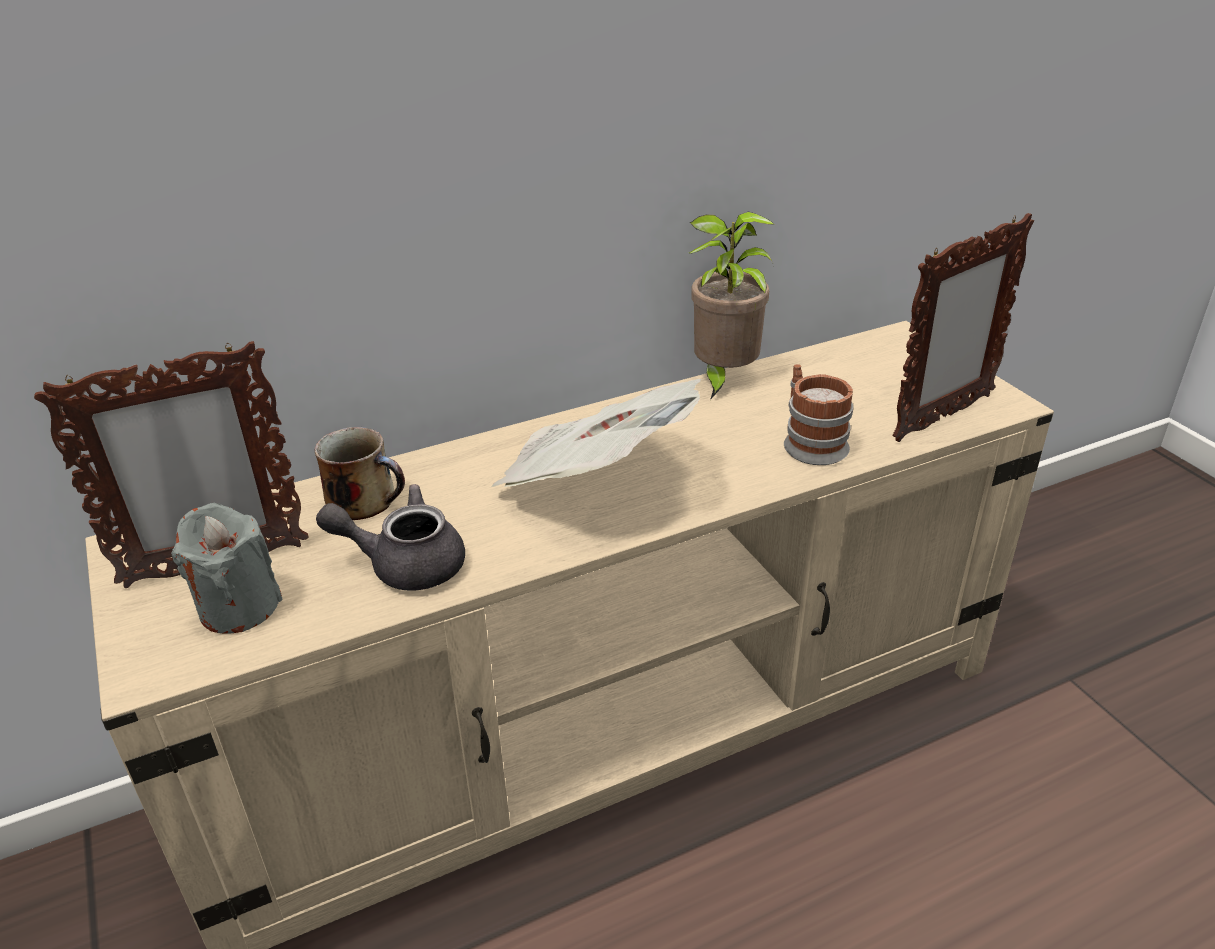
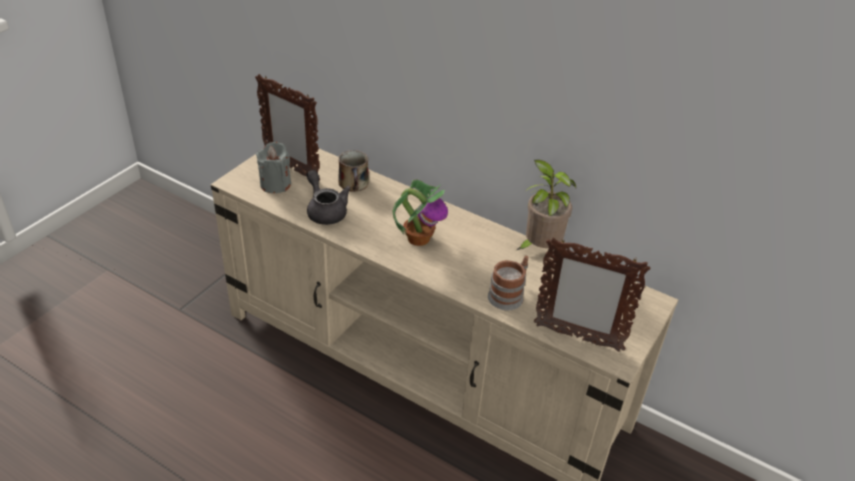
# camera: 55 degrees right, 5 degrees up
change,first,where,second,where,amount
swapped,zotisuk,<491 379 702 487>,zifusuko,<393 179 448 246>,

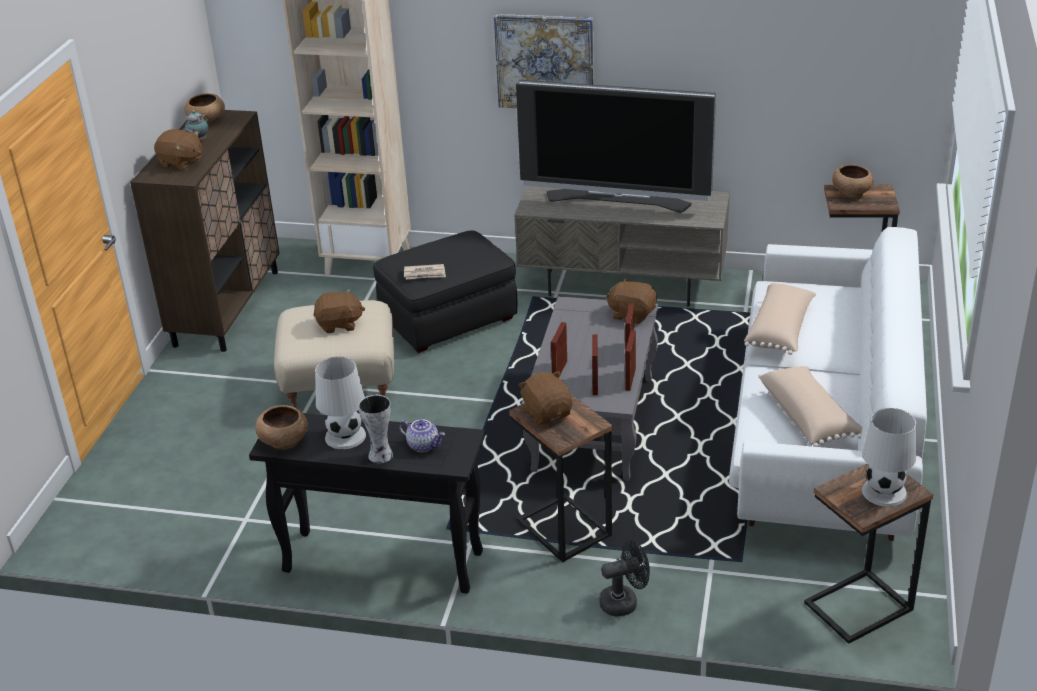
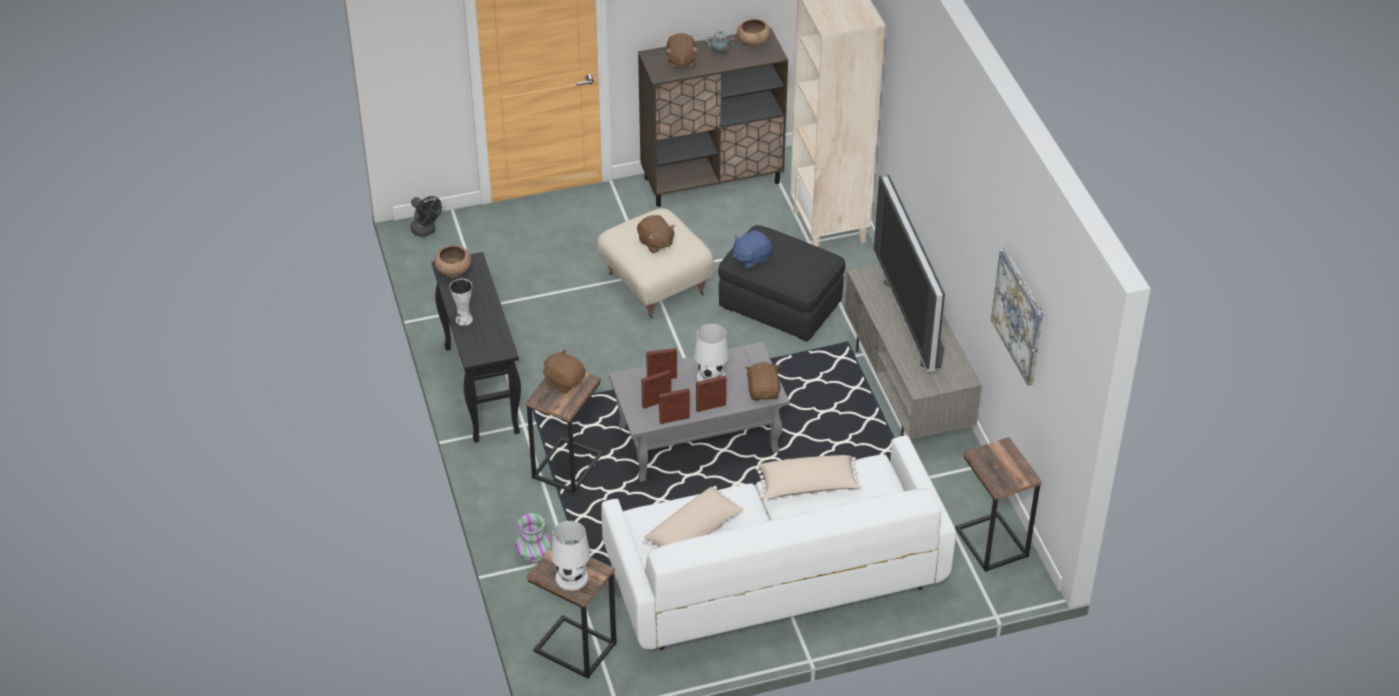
# camera: 60 degrees right, 10 degrees up
change,first,where,second,where,amount
shifted,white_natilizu,<315 357 366 449>,,<694 324 729 382>,
gone,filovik,<399 419 445 452>,,,
swapped,zotisuk,<404 264 446 280>,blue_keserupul,<733 230 772 269>,
shifted,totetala,<494 14 594 108>,,<991 248 1044 386>,
rotated,brown_keserupul,<518 371 572 425>,,<543 349 586 393>,90 degrees counterclockwise
shifted,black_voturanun,<599 540 650 617>,,<410 196 442 237>,
gone,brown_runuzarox,<832 164 873 198>,,,
new,,,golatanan,<515 513 551 562>,

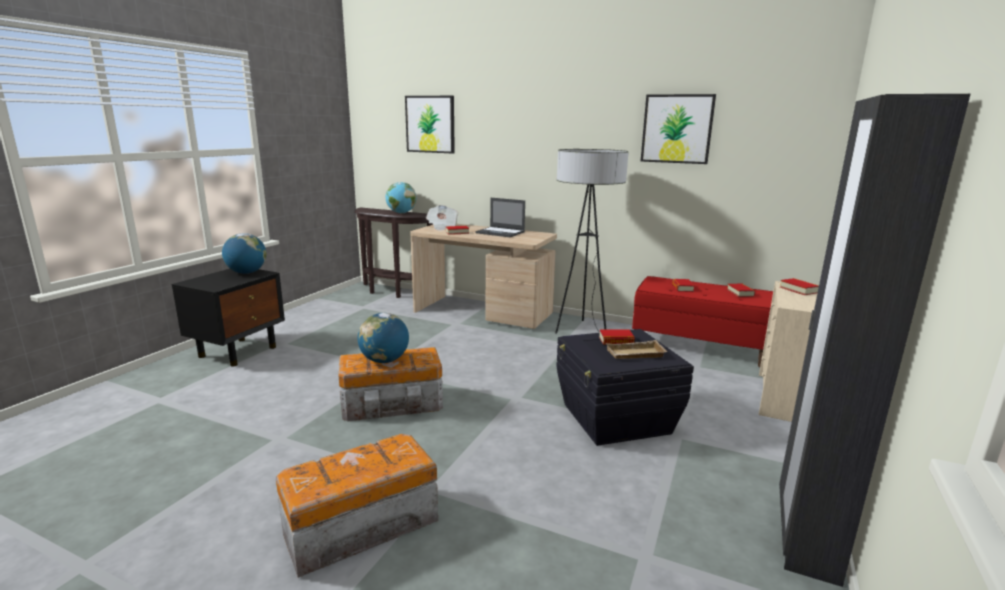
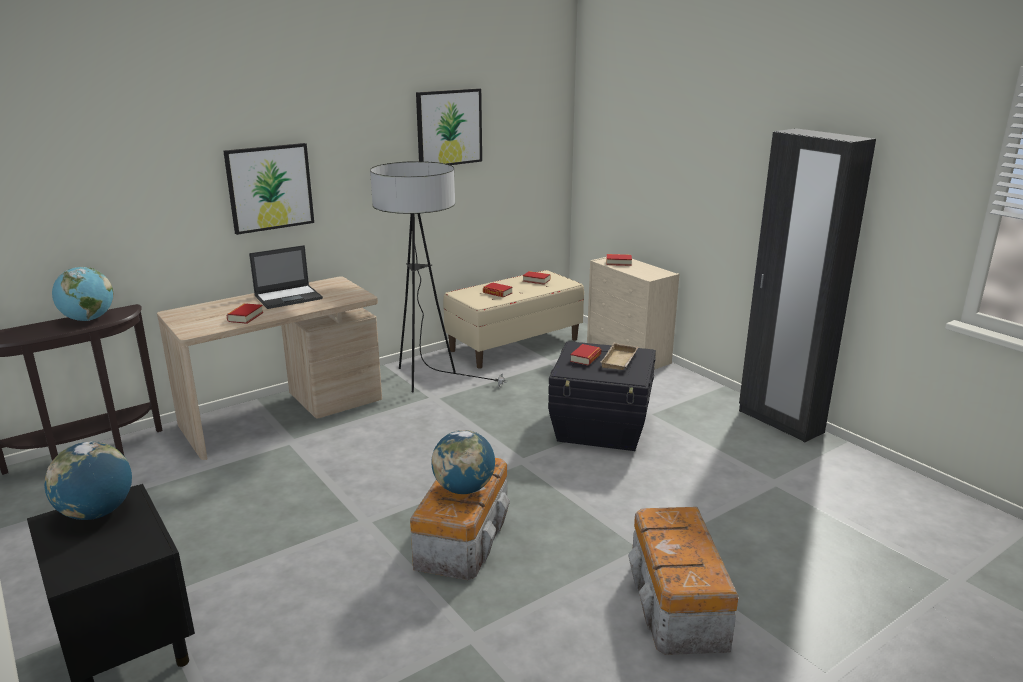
# camera: 60 degrees left, 5 degrees up
change,first,where,second,where,amount
shifted,totetala,<405 96 455 153>,,<223 143 314 235>,
gone,zotisuk,<426 205 459 230>,,,
repainted,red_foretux,<632 276 773 367>,beige_foretux,<443 270 584 369>,

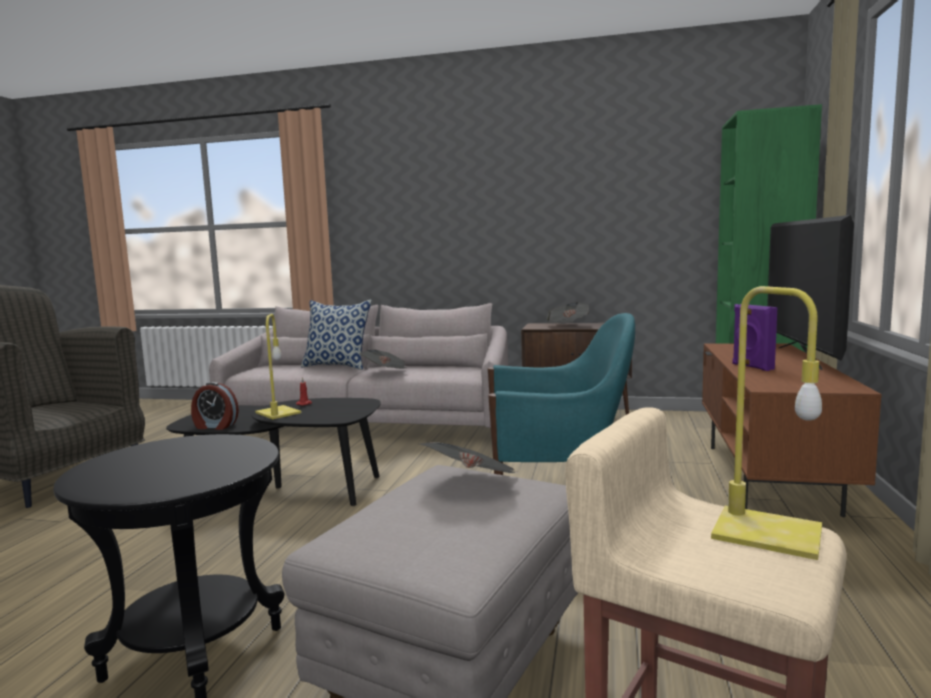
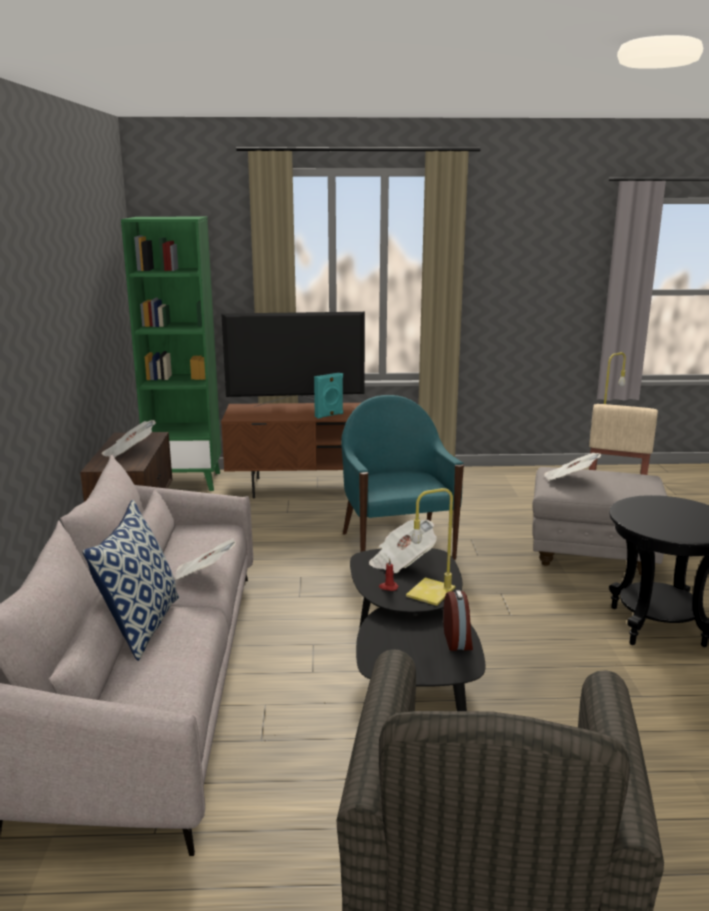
# camera: 105 degrees left, 10 degrees up
change,first,where,second,where,amount
repainted,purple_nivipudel,<733 304 777 371>,turquoise_nivipudel,<314 373 343 419>,
new,,,zotisuk,<369 520 437 573>,

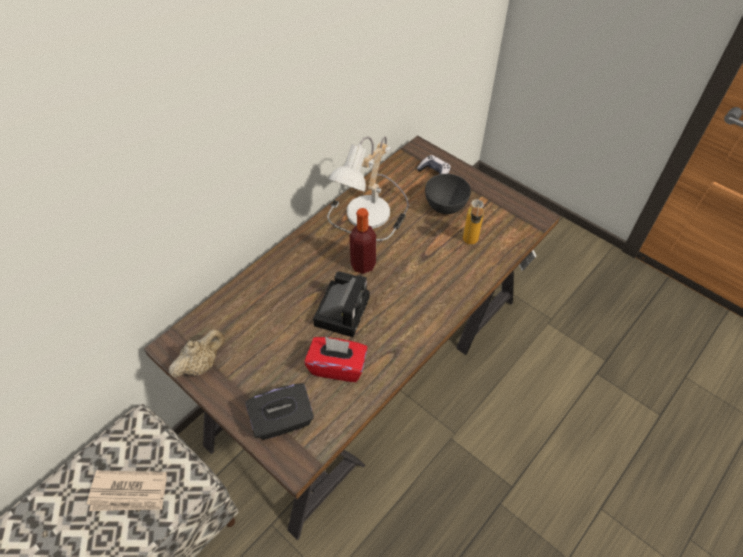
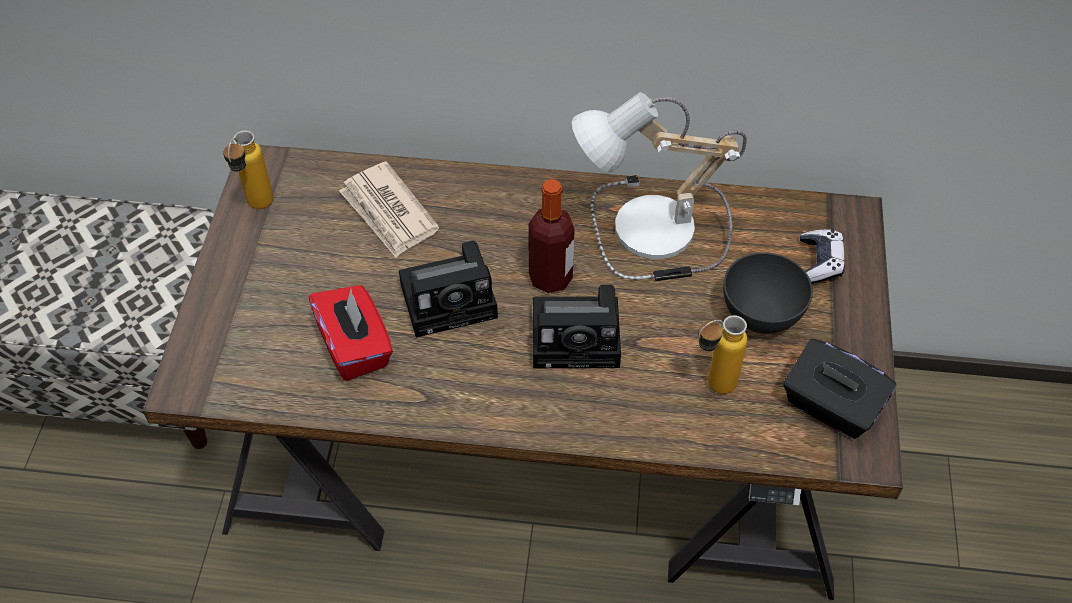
# camera: 55 degrees right, 0 degrees up
change,first,where,second,where,amount
shifted,zotisuk,<87 470 167 511>,,<339 161 439 258>,
swapped,beige_filovik,<169 329 225 378>,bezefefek,<223 131 273 209>,
shifted,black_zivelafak,<245 383 314 440>,,<783 339 896 439>,
new,,,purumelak,<533 285 621 368>,

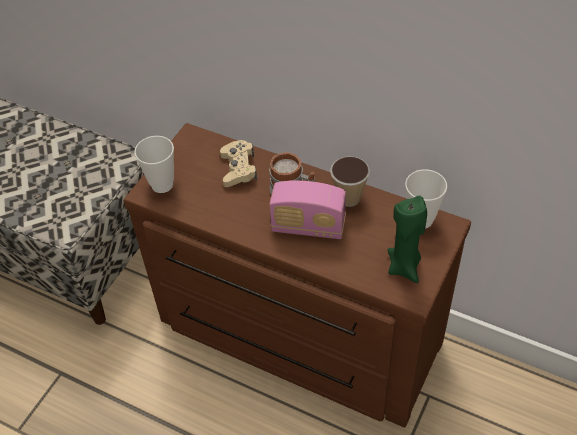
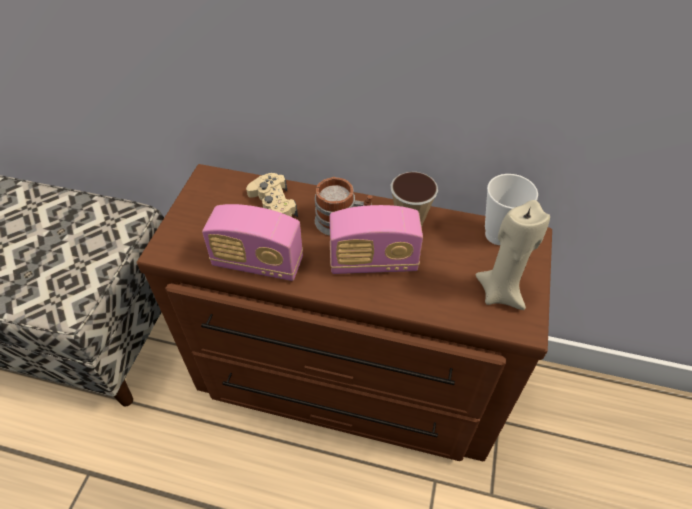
# camera: 15 degrees left, 0 degrees up
change,first,where,second,where,amount
gone,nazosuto,<134 136 174 193>,,,
repainted,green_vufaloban,<388 196 427 283>,beige_vufaloban,<476 200 550 310>,
new,,,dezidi,<202 204 303 281>,

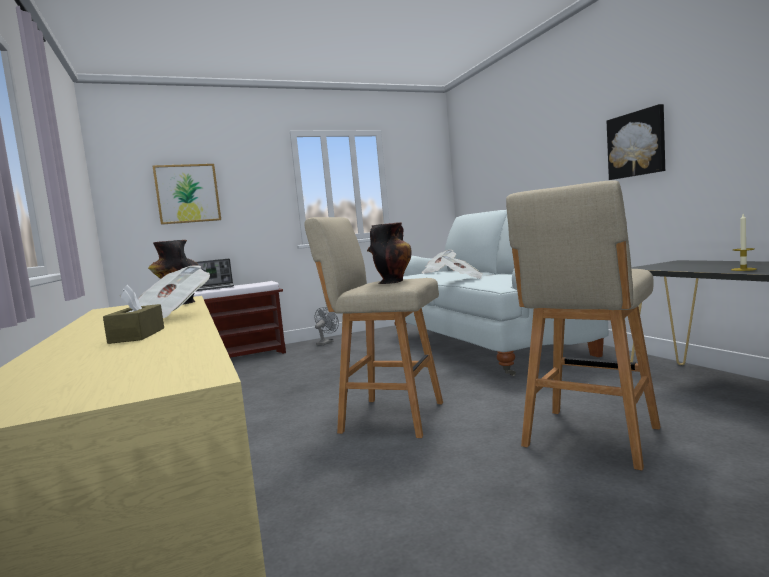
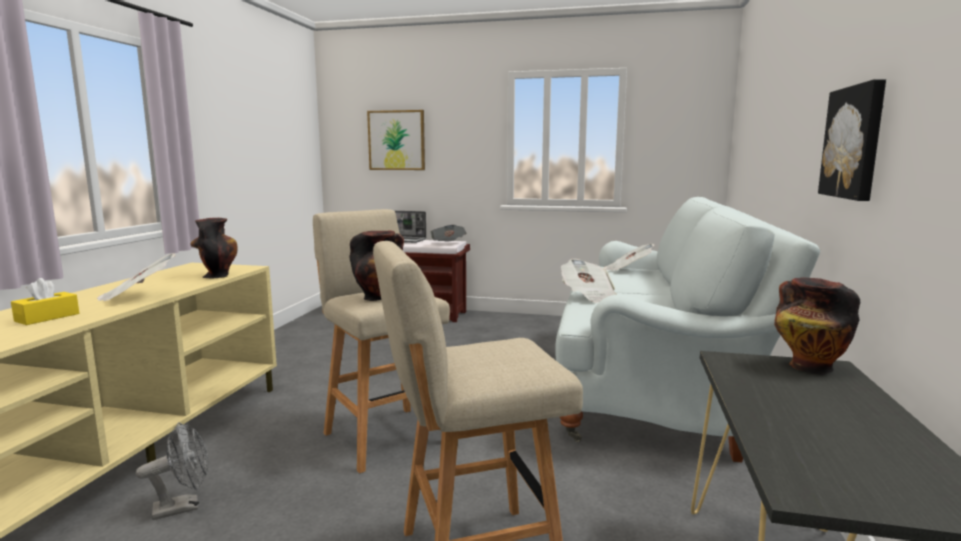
# camera: 35 degrees right, 5 degrees up
change,first,where,second,where,amount
repainted,brown_zivelafak,<103 285 164 344>,yellow_zivelafak,<11 278 79 325>,
shifted,grey_voturanun,<315 307 339 345>,,<136 422 208 520>,
gone,vufaloban,<731 214 757 271>,,,
new,,,zotisuk,<430 225 466 242>,
new,,,golatanan,<774 277 860 375>,

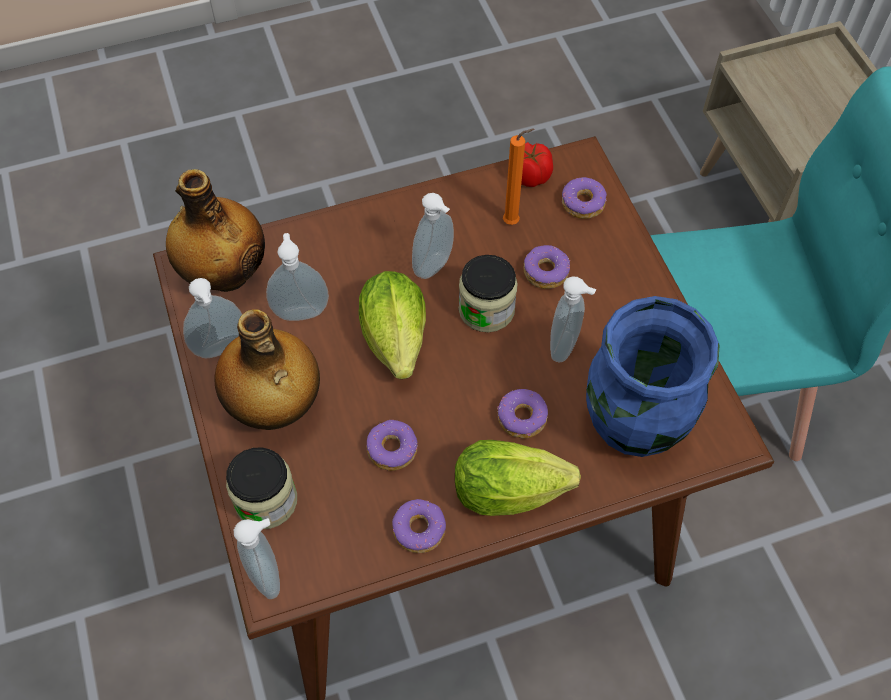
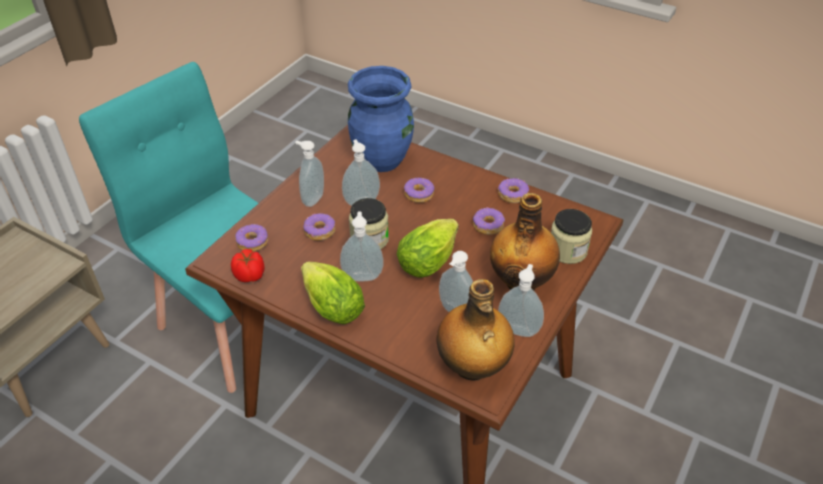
# camera: 130 degrees left, 15 degrees down
change,first,where,second,where,amount
shifted,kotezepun,<234 518 280 599>,,<295 141 324 207>,
shifted,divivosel,<455 440 581 516>,,<301 262 365 324>,
gone,orange_vufaloban,<503 128 534 225>,,,

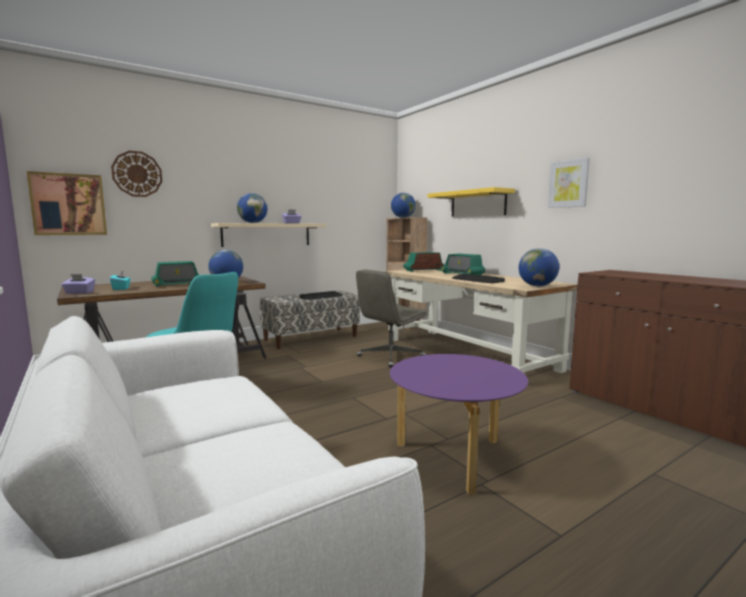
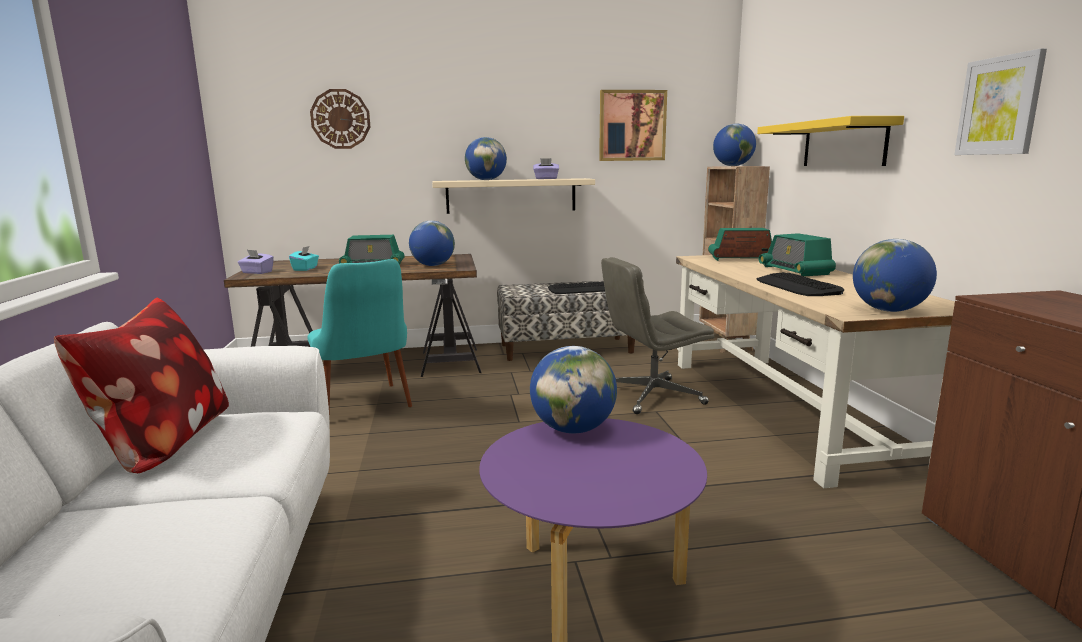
# camera: 25 degrees right, 5 degrees up
change,first,where,second,where,amount
shifted,totetala,<26 171 107 235>,,<599 90 667 161>,
new,,,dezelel,<54 298 229 473>,
new,,,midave,<530 346 617 434>,

